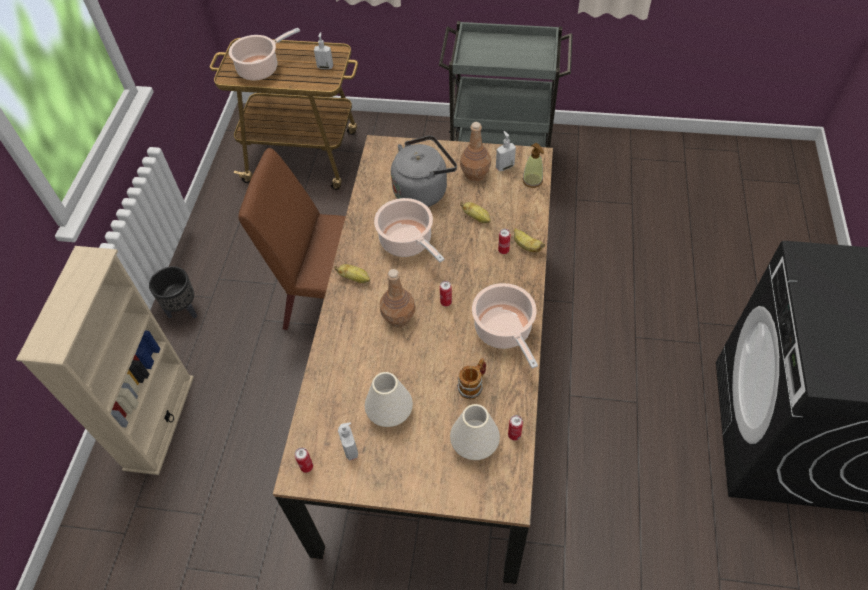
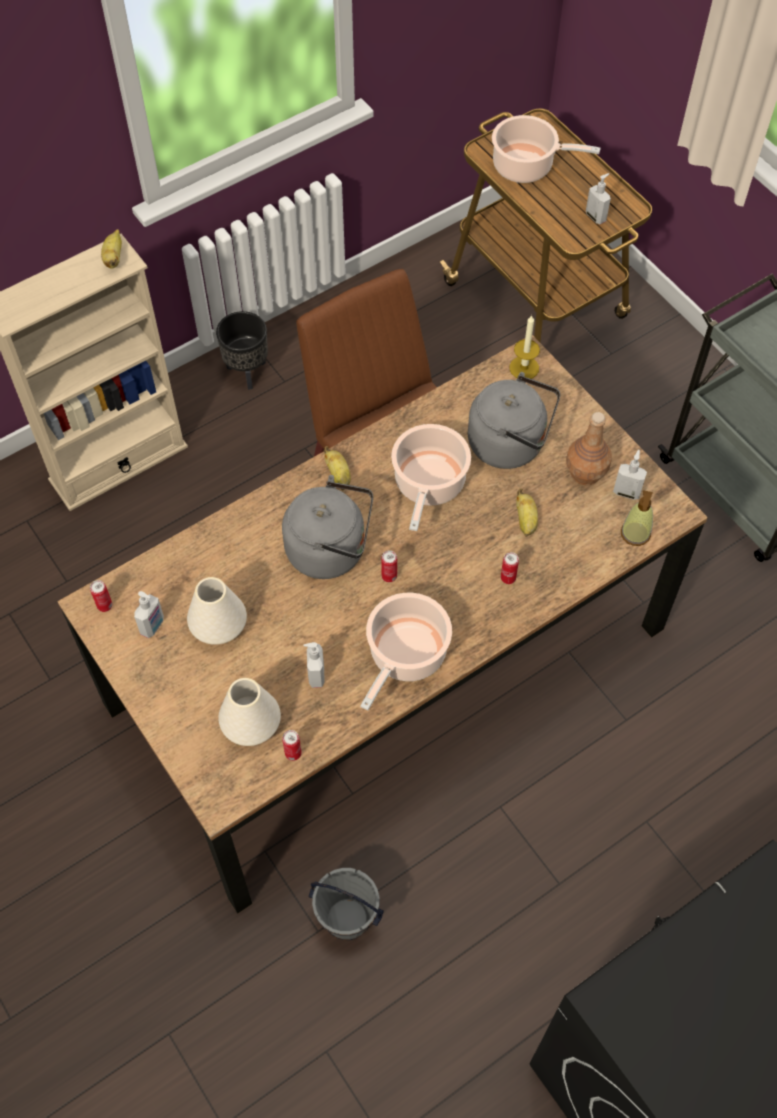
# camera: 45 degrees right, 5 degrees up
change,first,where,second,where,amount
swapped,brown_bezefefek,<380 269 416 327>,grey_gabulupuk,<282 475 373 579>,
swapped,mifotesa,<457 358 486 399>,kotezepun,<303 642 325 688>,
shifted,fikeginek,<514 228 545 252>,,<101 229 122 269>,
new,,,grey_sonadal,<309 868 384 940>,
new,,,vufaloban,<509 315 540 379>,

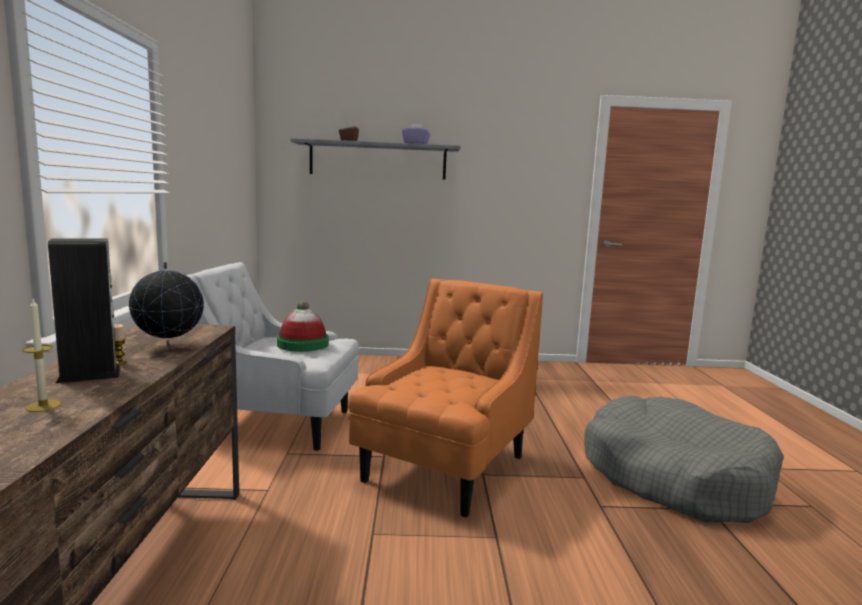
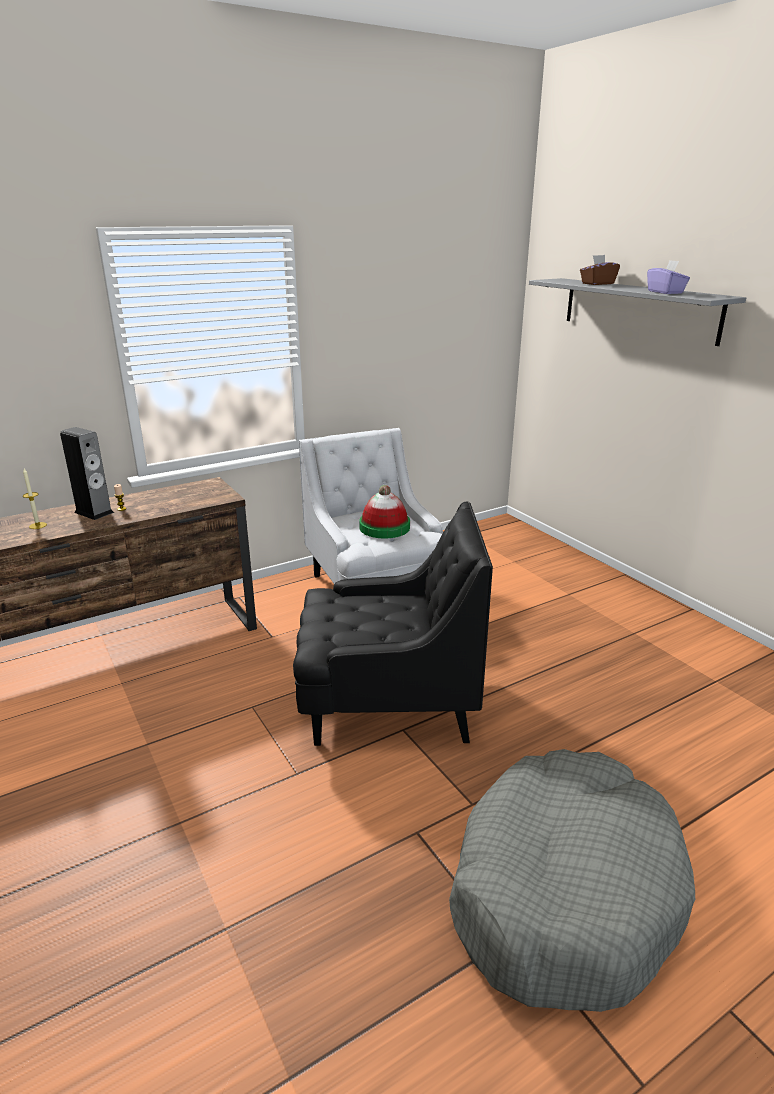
# camera: 60 degrees right, 15 degrees up
change,first,where,second,where,amount
gone,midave,<128 262 204 347>,,,
repainted,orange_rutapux,<348 278 543 518>,black_rutapux,<293 502 493 746>,

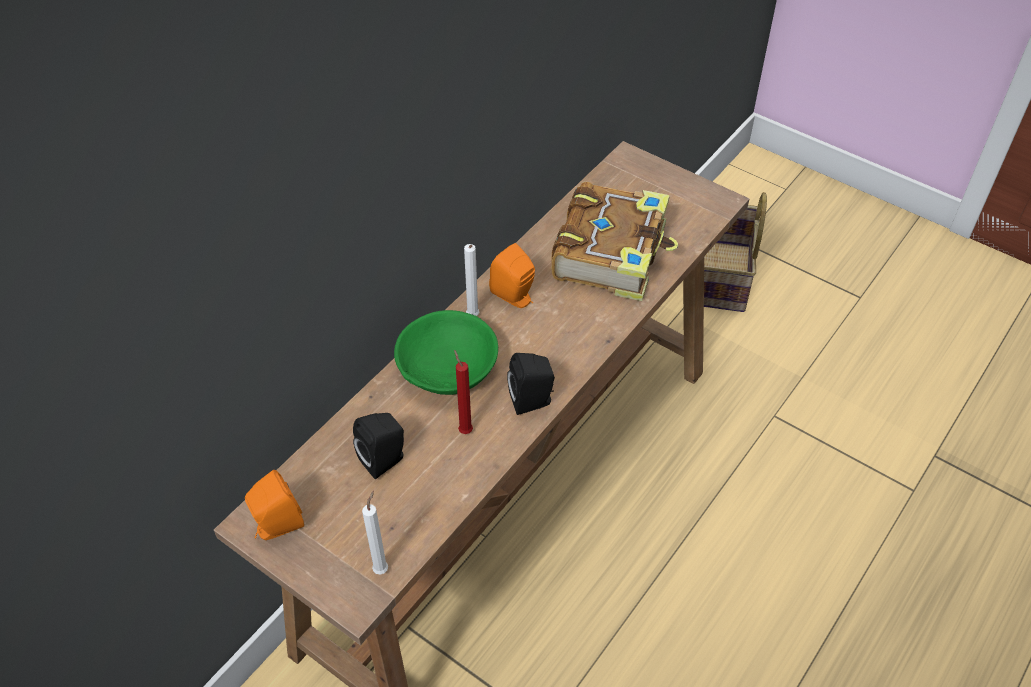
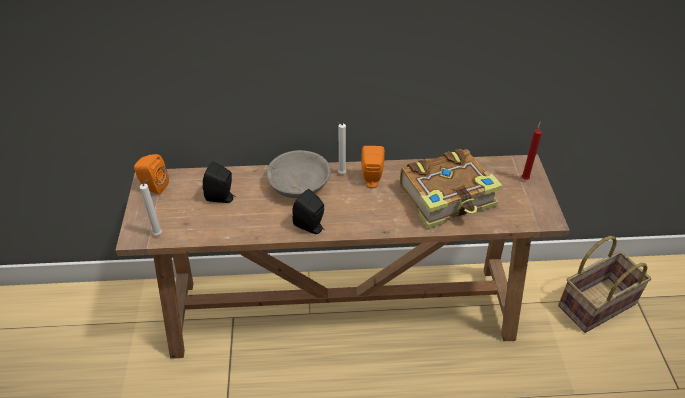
# camera: 50 degrees right, 5 degrees down
change,first,where,second,where,amount
repainted,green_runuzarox,<394 310 498 395>,grey_runuzarox,<266 150 331 198>,
shifted,red_vufaloban,<454 350 473 434>,,<522 121 542 180>,

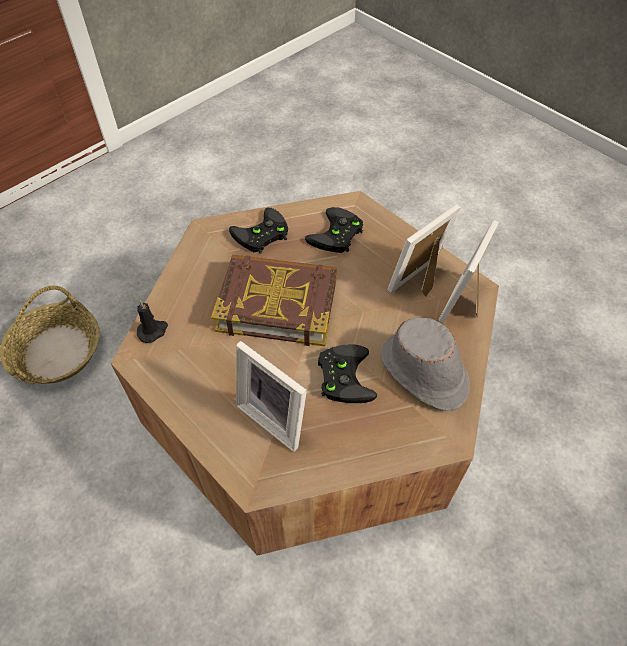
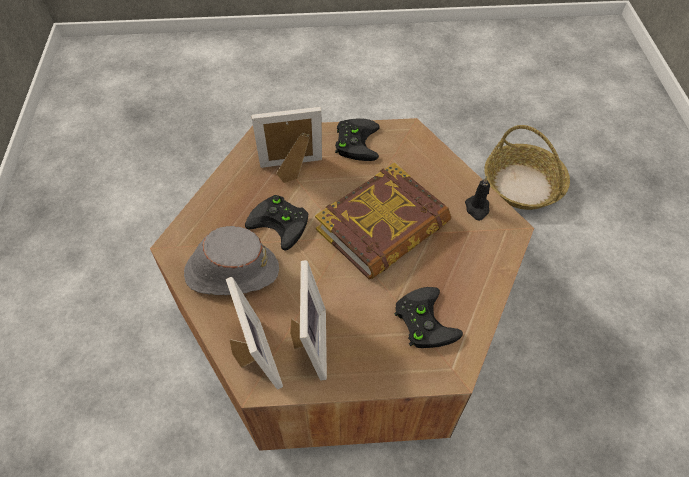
# camera: 130 degrees right, 0 degrees up
change,first,where,second,where,amount
shifted,black_vufaloban,<137 300 168 343>,,<465 176 490 221>,
shifted,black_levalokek,<229 208 288 254>,,<335 118 380 161>,

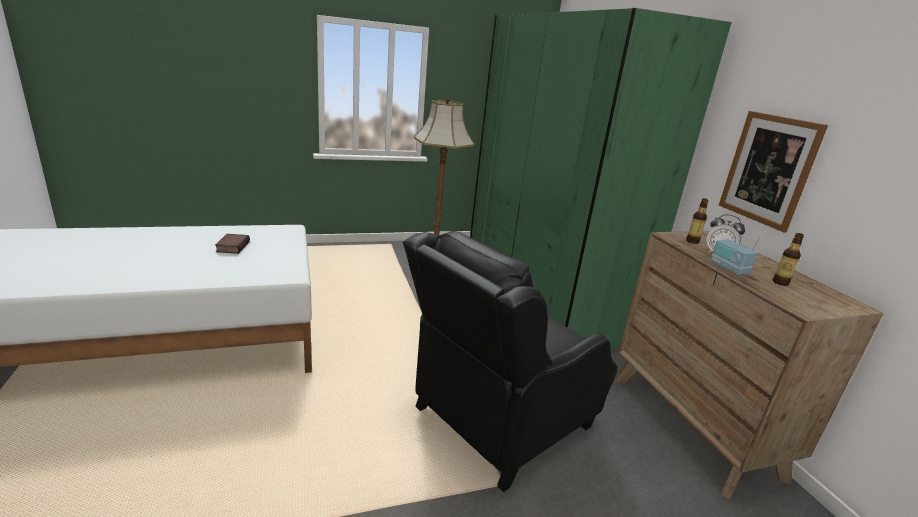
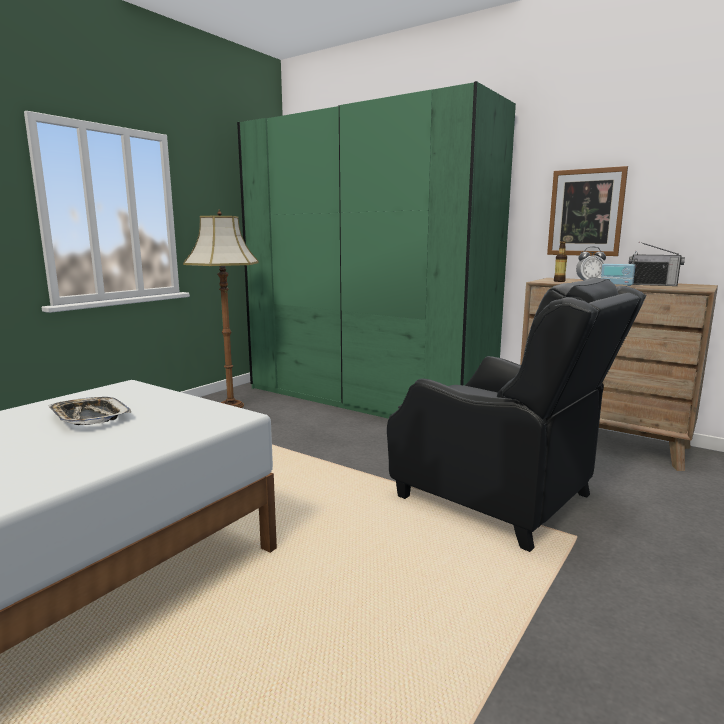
# camera: 35 degrees left, 10 degrees down
change,first,where,second,where,amount
swapped,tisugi,<215 234 250 254>,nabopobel,<48 397 131 425>,
rotated,black_rutapux,<403 231 618 492>,,<387 277 647 552>,60 degrees counterclockwise
swapped,bezefefek,<773 233 804 286>,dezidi,<629 242 685 286>,

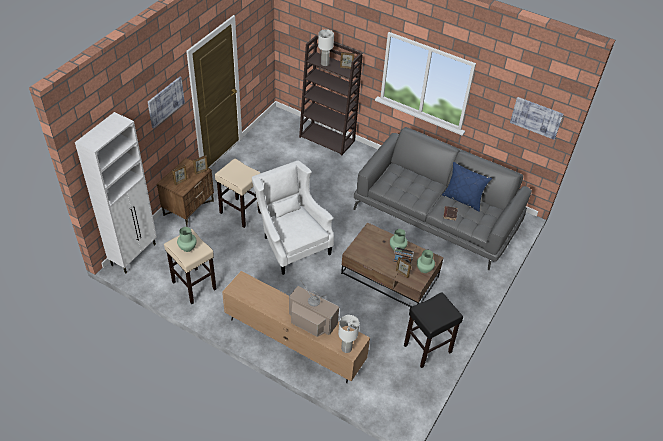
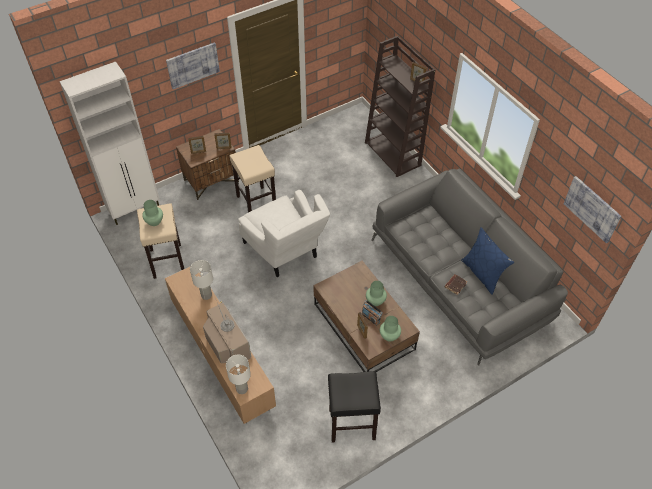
# camera: 30 degrees right, 5 degrees up
change,first,where,second,where,amount
rotated,white_rutapux,<252 160 334 275>,,<238 190 330 277>,150 degrees clockwise
shifted,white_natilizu,<318 29 334 66>,,<190 260 213 300>,

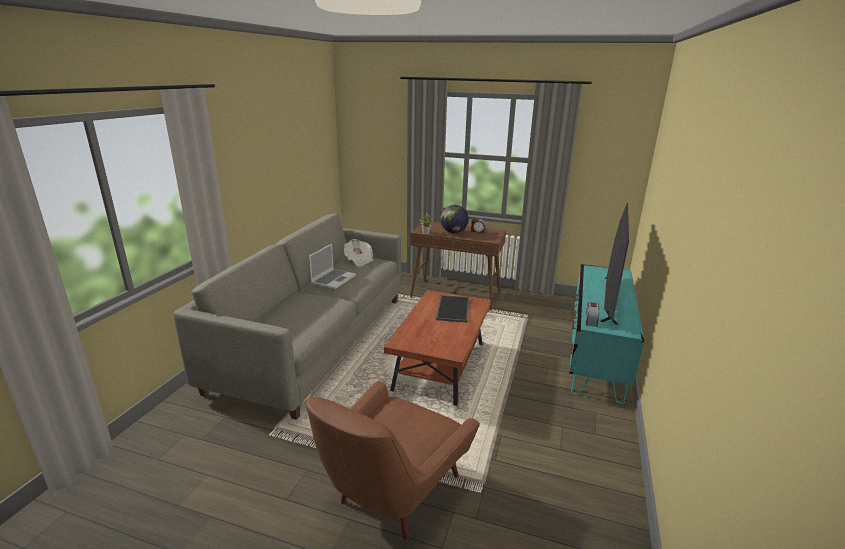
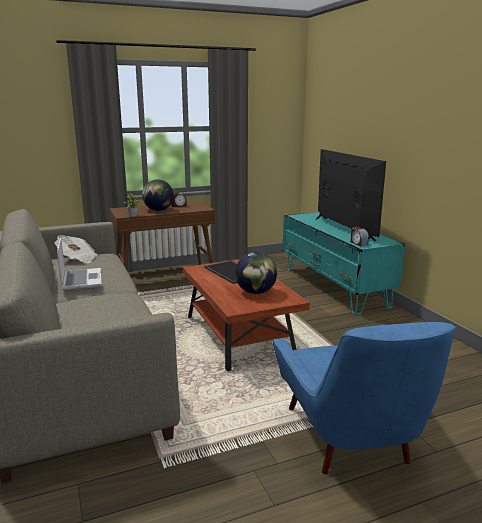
# camera: 40 degrees left, 5 degrees down
change,first,where,second,where,amount
repainted,brown_rutapux,<305 381 480 540>,blue_rutapux,<273 322 456 474>,
new,,,midave,<235 252 277 294>,

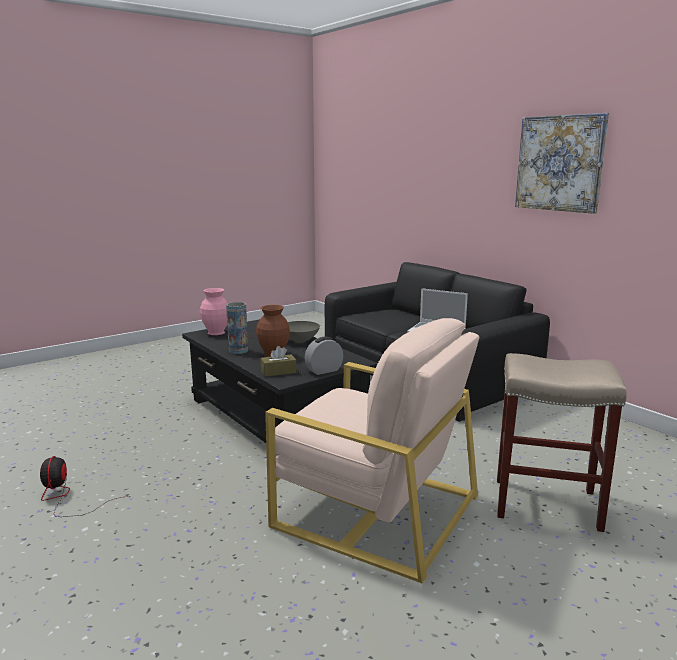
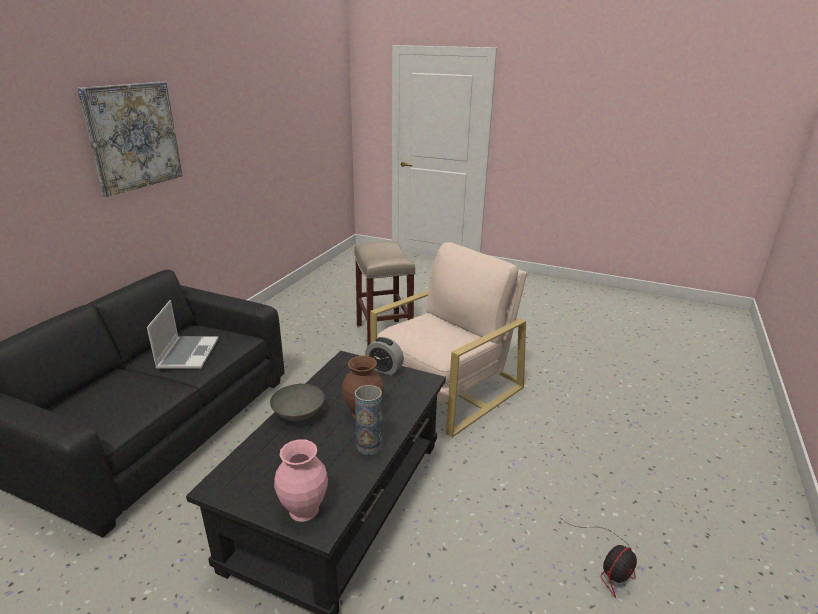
# camera: 120 degrees left, 10 degrees up
change,first,where,second,where,amount
gone,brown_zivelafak,<261 346 297 377>,,,
rotated,beige_rutapux,<265 318 479 583>,,<370 242 527 437>,45 degrees clockwise

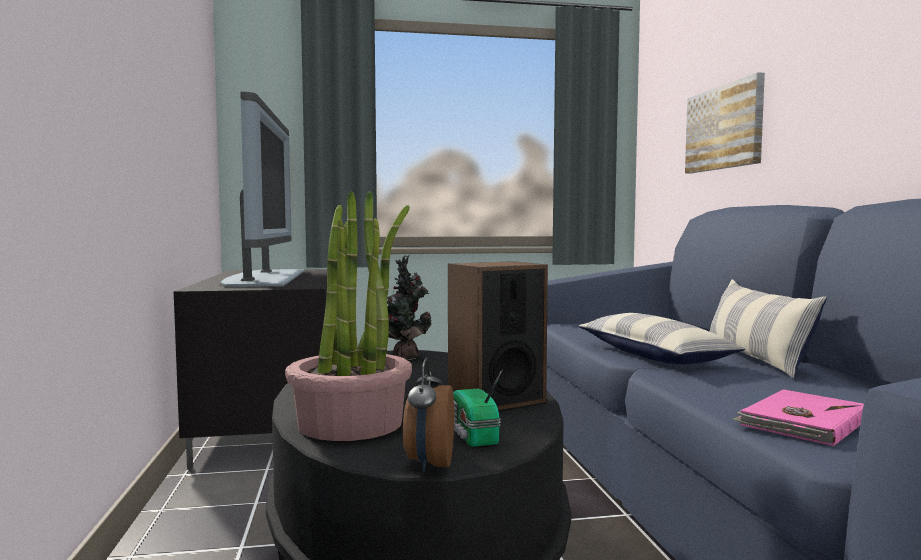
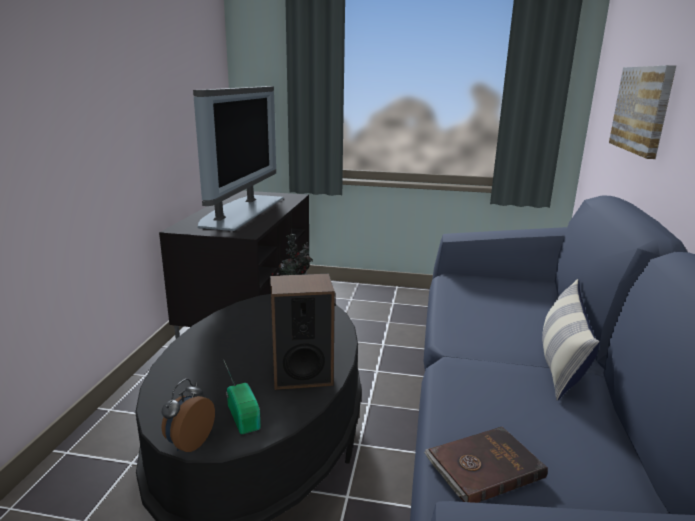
# camera: 20 degrees right, 15 degrees up
change,first,where,second,where,amount
gone,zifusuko,<285 191 412 441>,,,
rotated,dezidi,<453 369 503 447>,,<224 361 261 434>,150 degrees clockwise
gone,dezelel,<578 313 745 364>,,,
repainted,pink_tisugi,<732 389 864 446>,brown_tisugi,<424 427 548 503>,

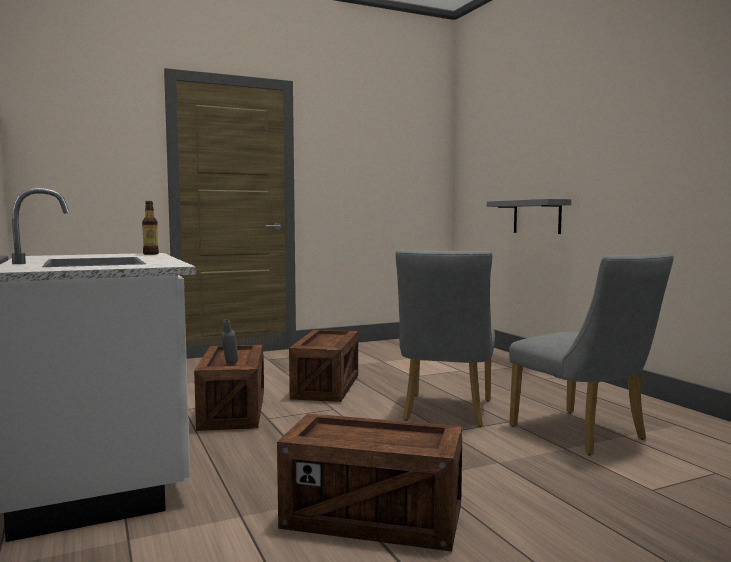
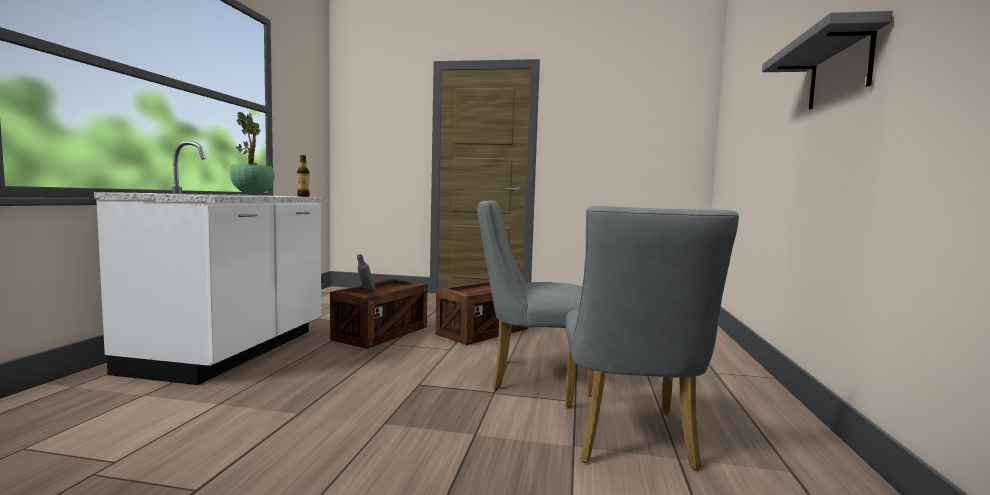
# camera: 35 degrees right, 0 degrees up
change,first,where,second,where,amount
gone,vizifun,<277 413 462 552>,,,
rotated,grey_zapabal,<396 250 495 427>,,<477 200 595 397>,45 degrees clockwise
shifted,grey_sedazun,<487 199 571 234>,,<762 11 893 109>,
new,,,zifusuko,<230 112 275 195>,

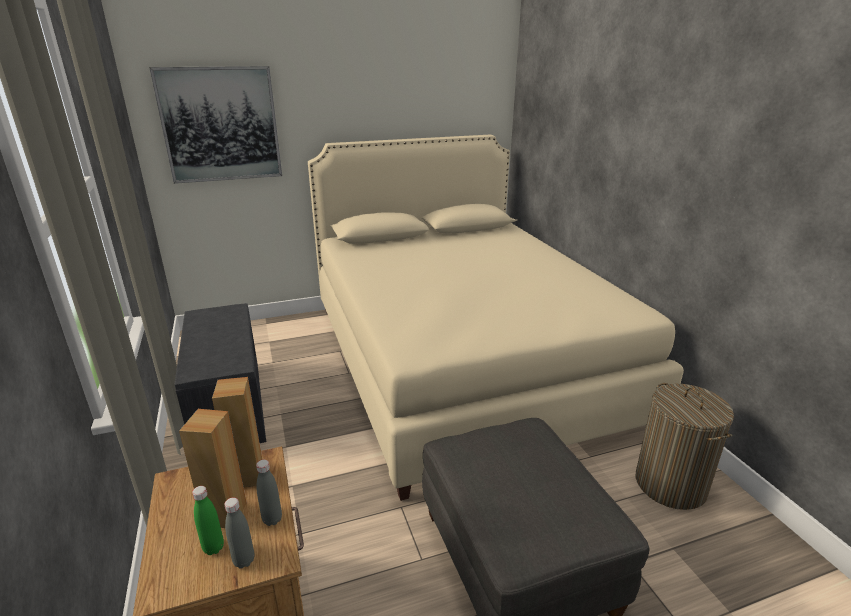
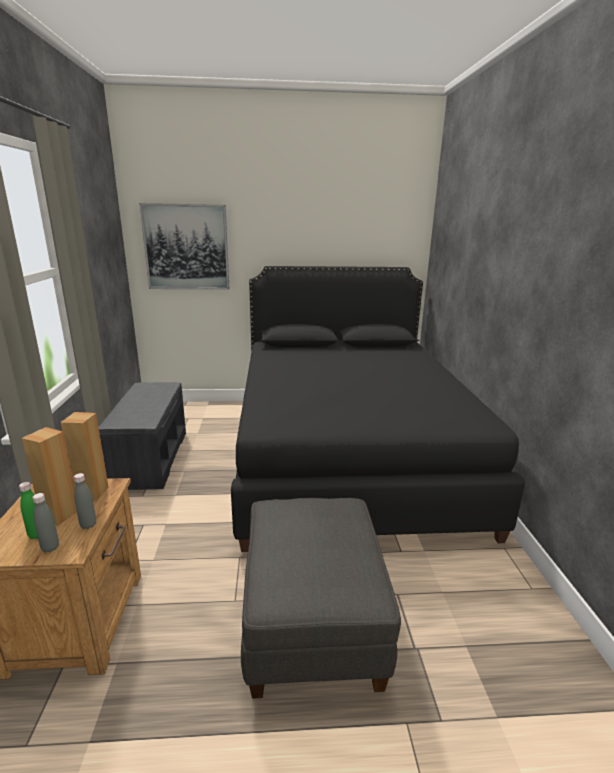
# camera: 15 degrees right, 5 degrees down
change,first,where,second,where,amount
repainted,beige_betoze,<308 135 684 501>,black_betoze,<231 266 525 552>,
gone,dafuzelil,<635 383 734 510>,,,

